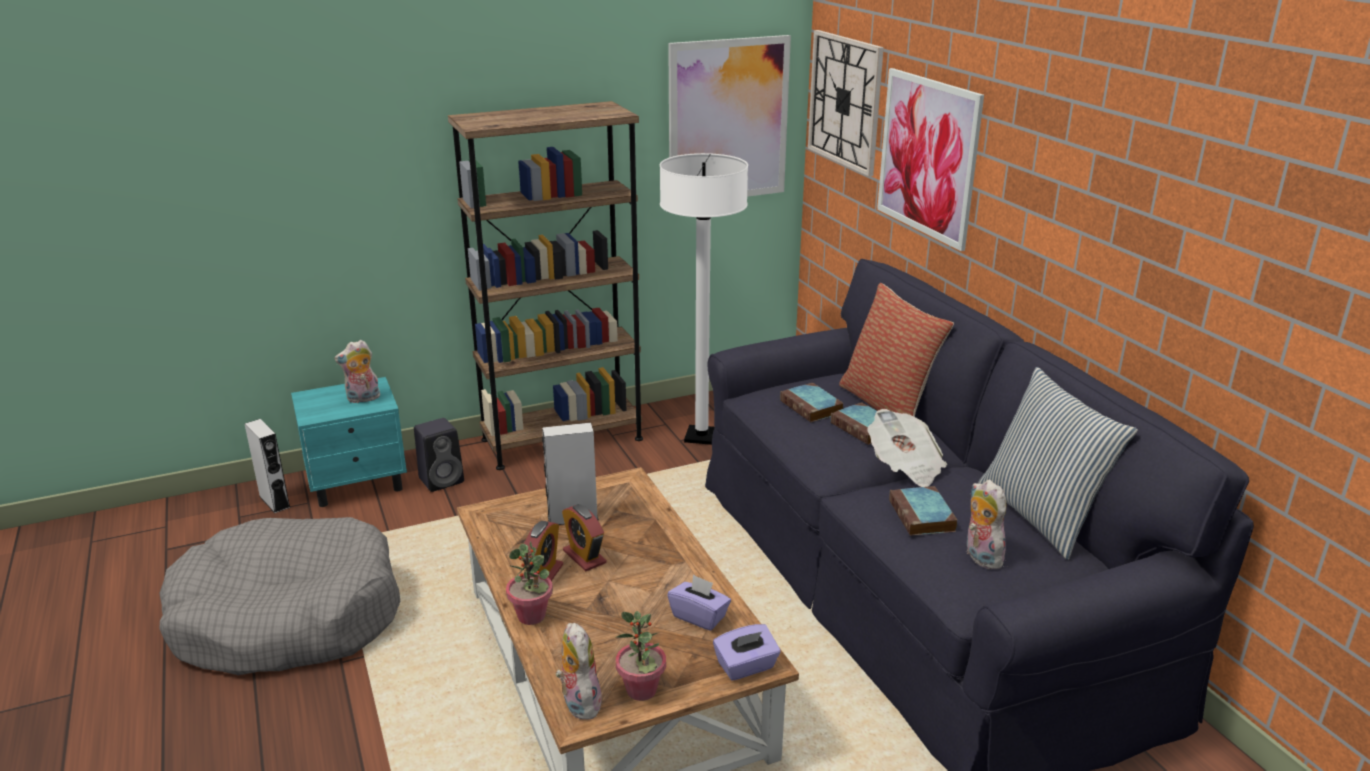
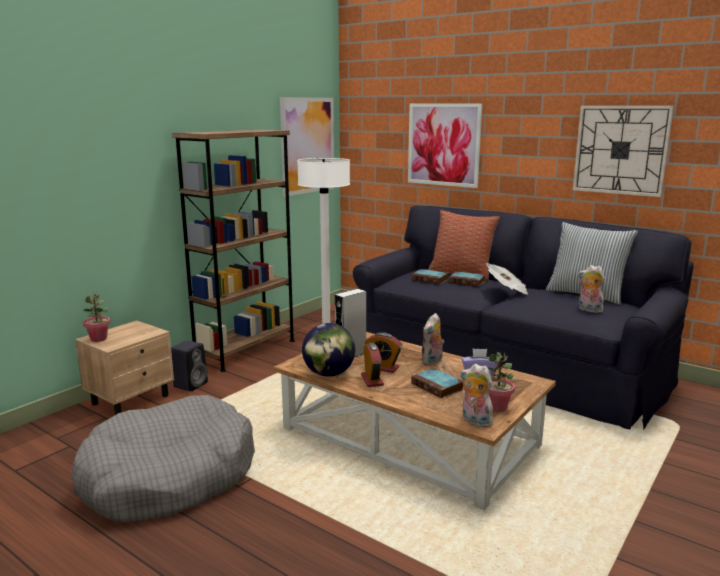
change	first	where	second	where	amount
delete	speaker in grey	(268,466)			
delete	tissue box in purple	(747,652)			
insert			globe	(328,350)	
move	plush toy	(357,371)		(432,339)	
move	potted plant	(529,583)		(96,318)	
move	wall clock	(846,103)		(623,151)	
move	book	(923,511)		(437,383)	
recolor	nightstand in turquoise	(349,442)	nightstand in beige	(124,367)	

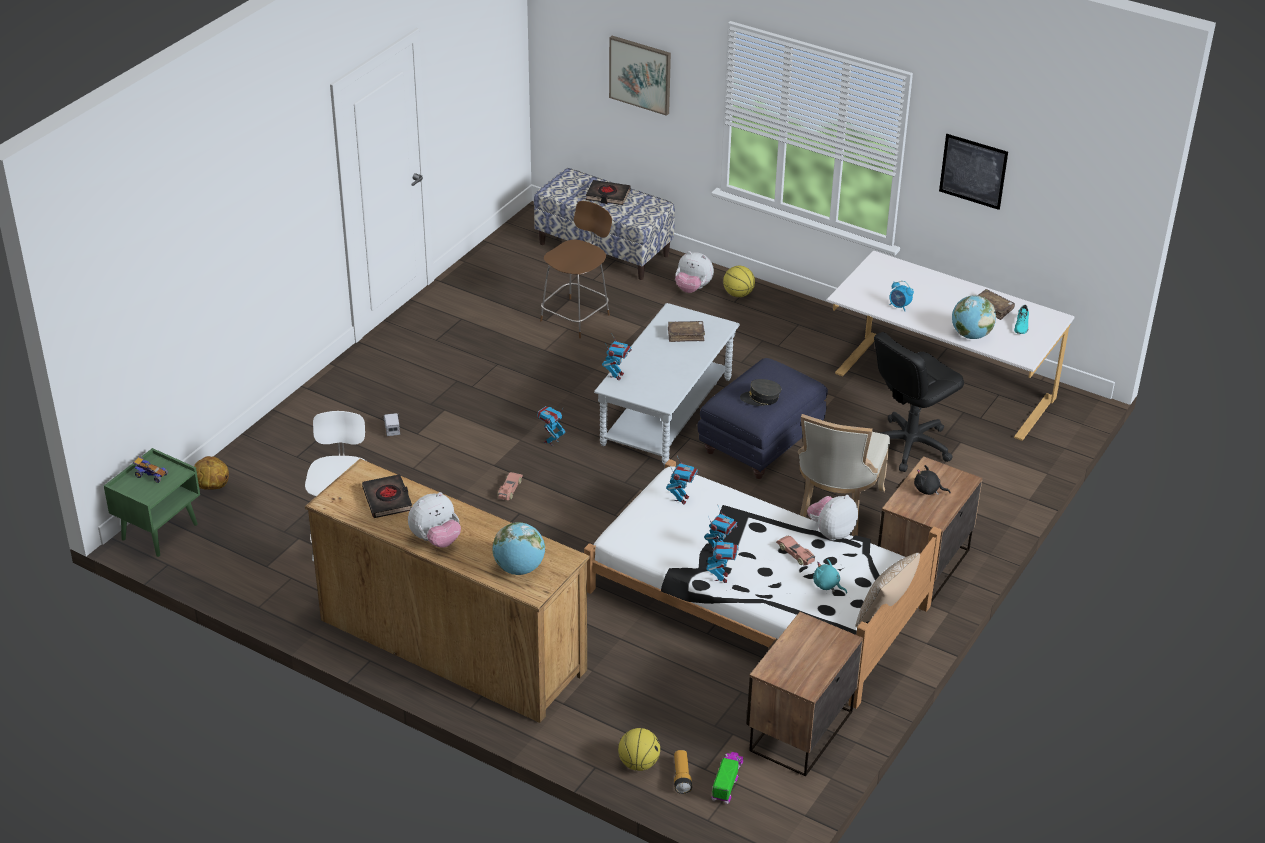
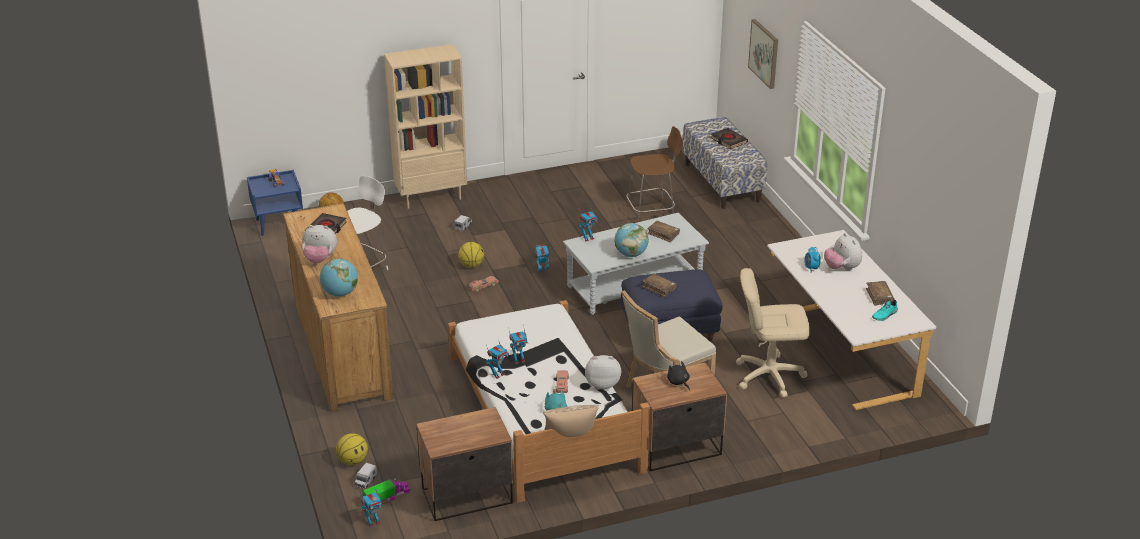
change	first	where	second	where	amount
delete	picture	(973,172)			
insert			bookcase in beige	(425,126)	
move	toy robot	(682,480)		(370,507)	
move	plush toy	(694,272)		(843,252)	
move	basketball	(739,281)		(471,255)	
move	globe	(974,317)		(631,240)	
replace	flashlight	(683,772)	toy truck	(365,476)	
replace	cap in grey	(760,392)	book in brown	(659,285)	
recolor	nightstand in green	(152,502)	nightstand in blue	(275,203)	
recolor	office chair in black	(919,402)	office chair in beige	(773,333)	

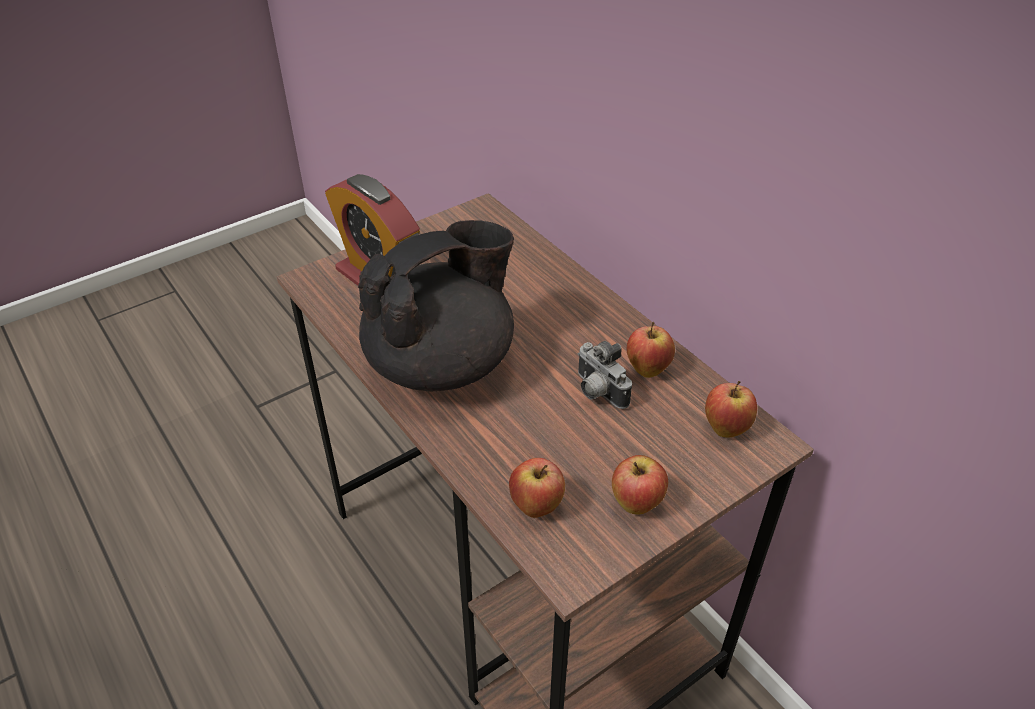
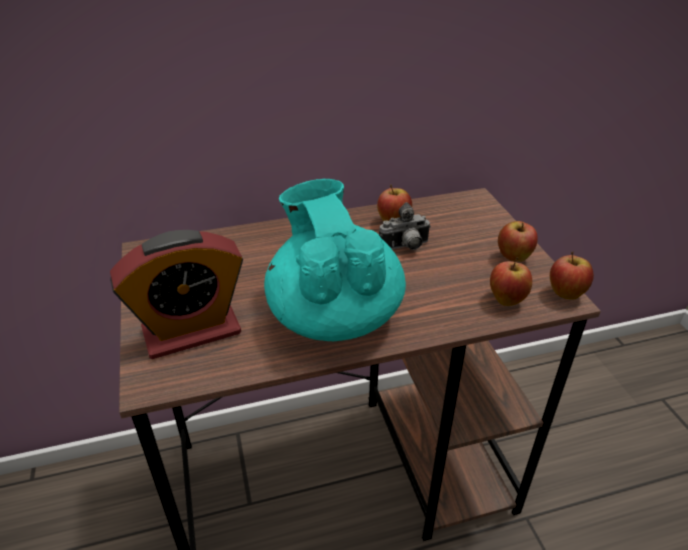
change	first	where	second	where	amount
move	apple	(731,409)		(572,276)	
recolor	teapot in black	(436,305)	teapot in turquoise	(335,260)	

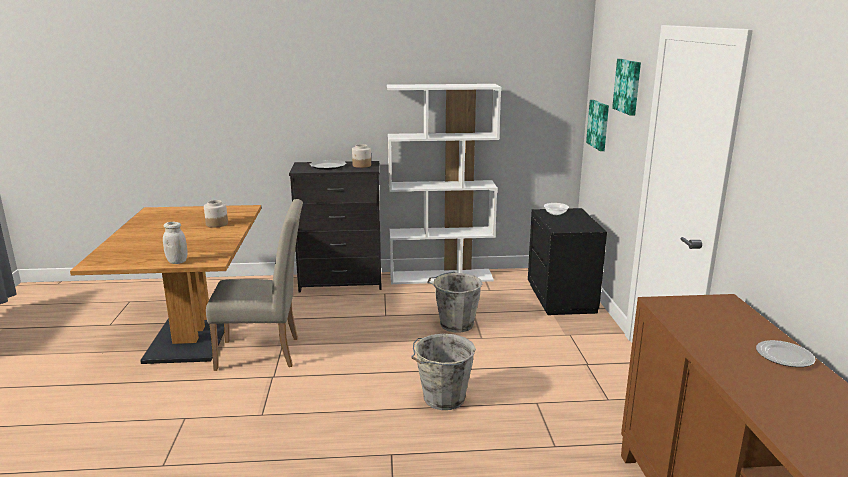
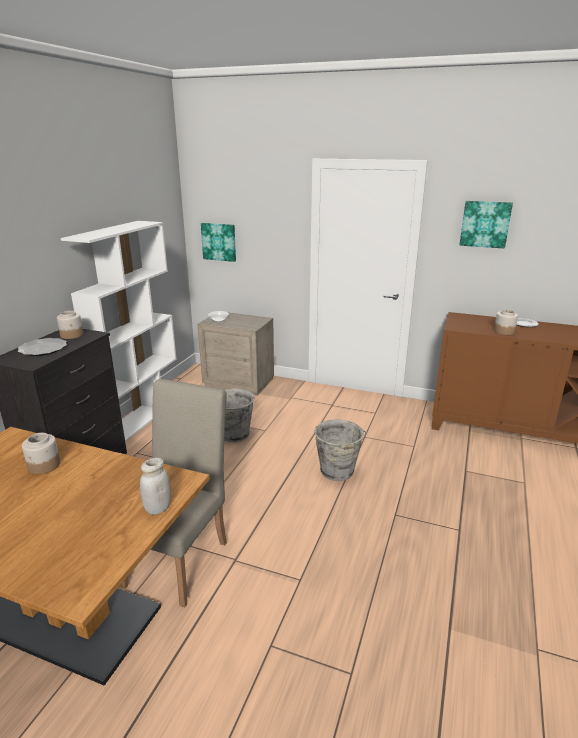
change	first	where	second	where	amount
insert			jar	(506,322)	
move	picture	(626,87)		(486,225)	
recolor	nightstand in black	(567,261)	nightstand in beige	(236,354)	

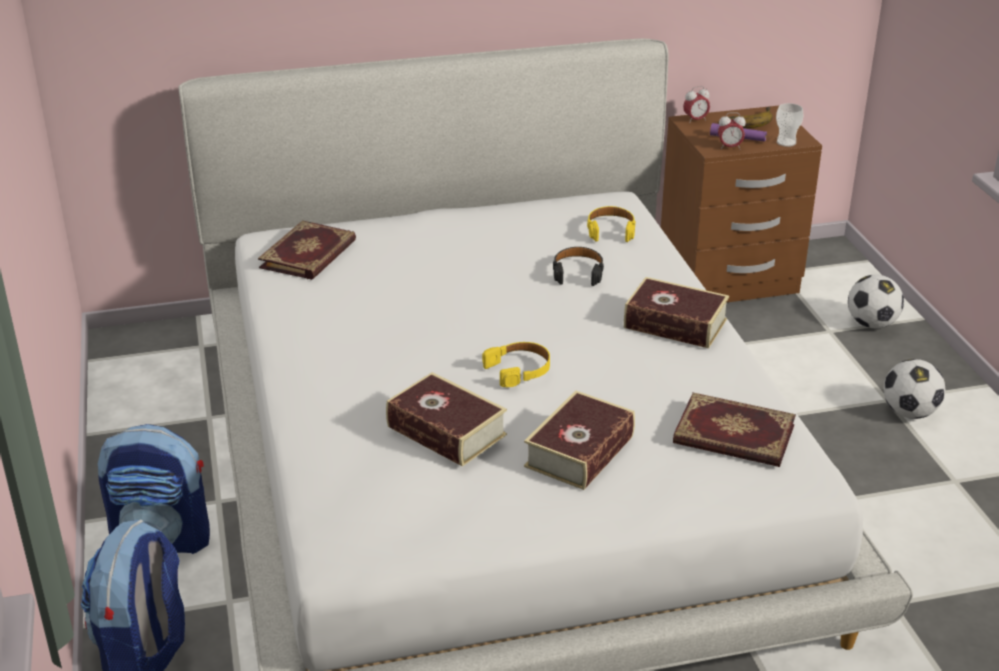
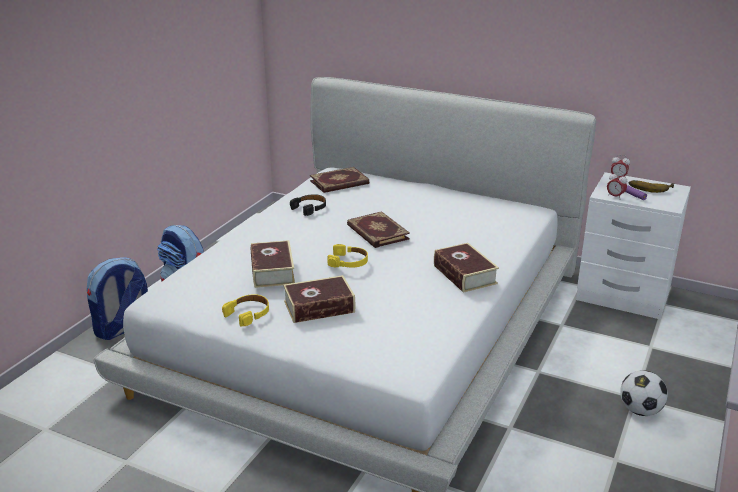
change	first	where	second	where	amount
delete	cup	(790,125)			
delete	football	(876,301)			
move	headphones in black	(578,266)		(308,205)	
move	headphones in yellow	(611,224)		(245,310)	
move	book	(734,430)		(378,229)	
recolor	nightstand in brown	(741,204)	nightstand in white	(633,246)	

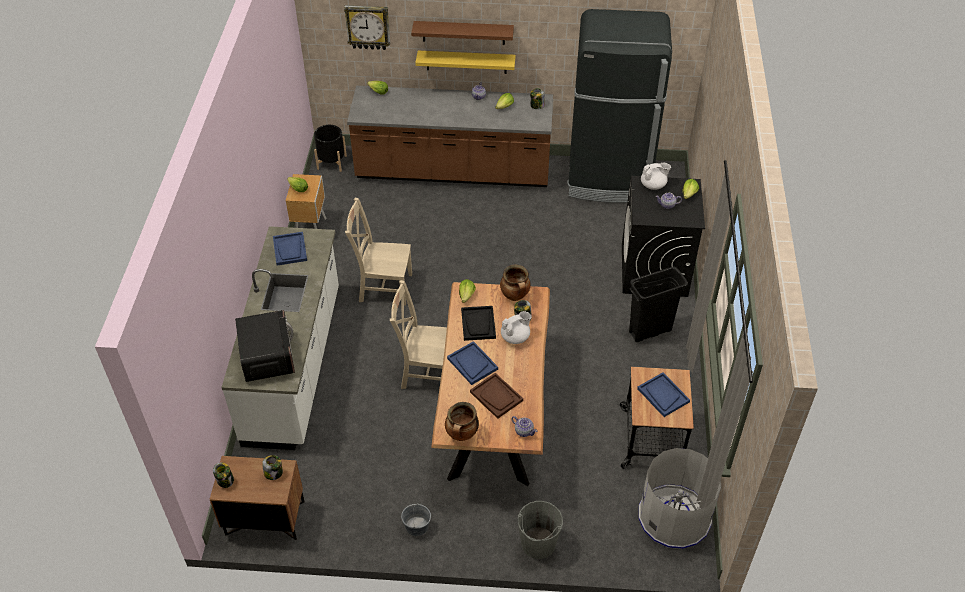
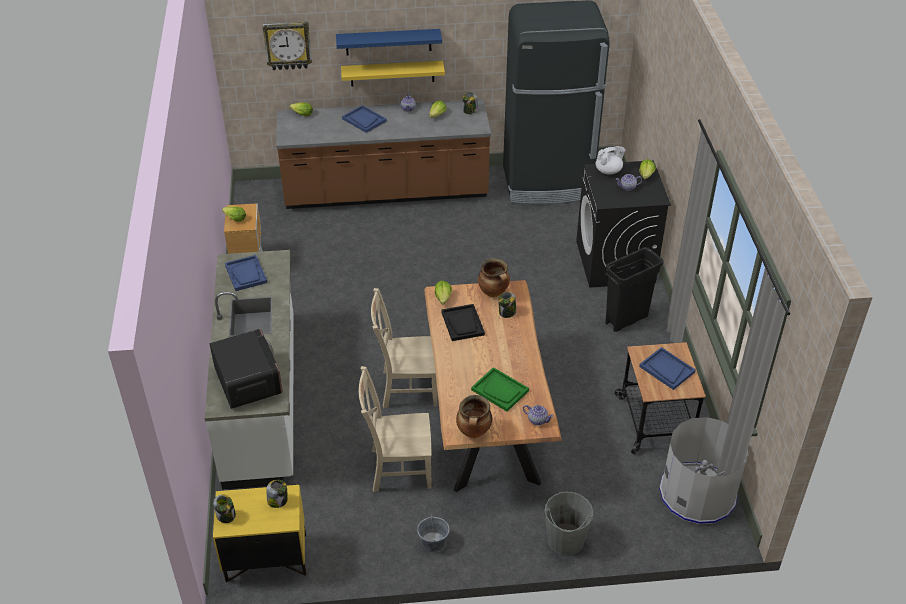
change	first	where	second	where	amount
delete	planter in black	(330,148)			
delete	teapot in white	(516,327)			
move	chair in beige	(378,252)		(395,429)	
move	tray in blue	(472,363)		(364,119)	
recolor	nightstand in brown	(257,498)	nightstand in yellow	(259,533)	
recolor	shelf in brown	(462,33)	shelf in blue	(389,42)	
recolor	tray in brown	(496,396)	tray in green	(500,389)	

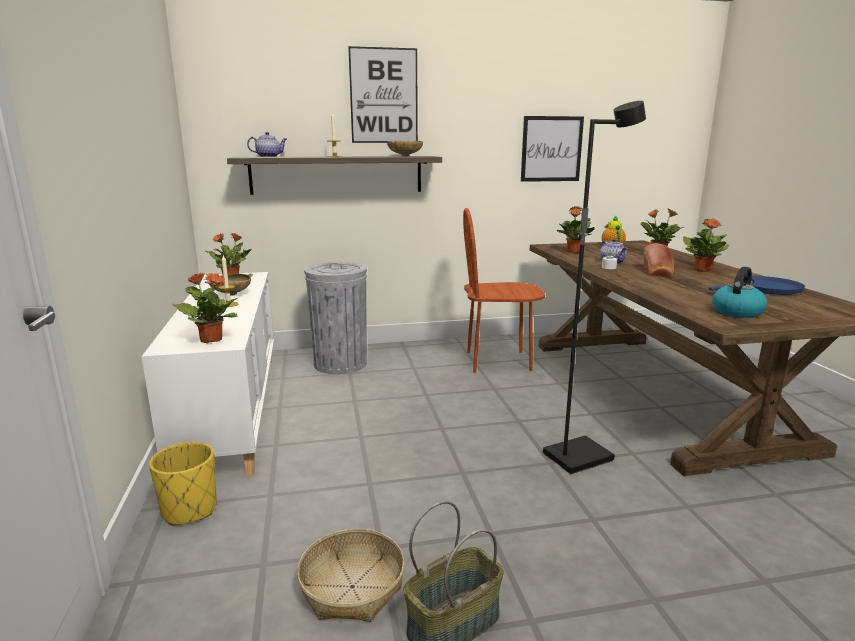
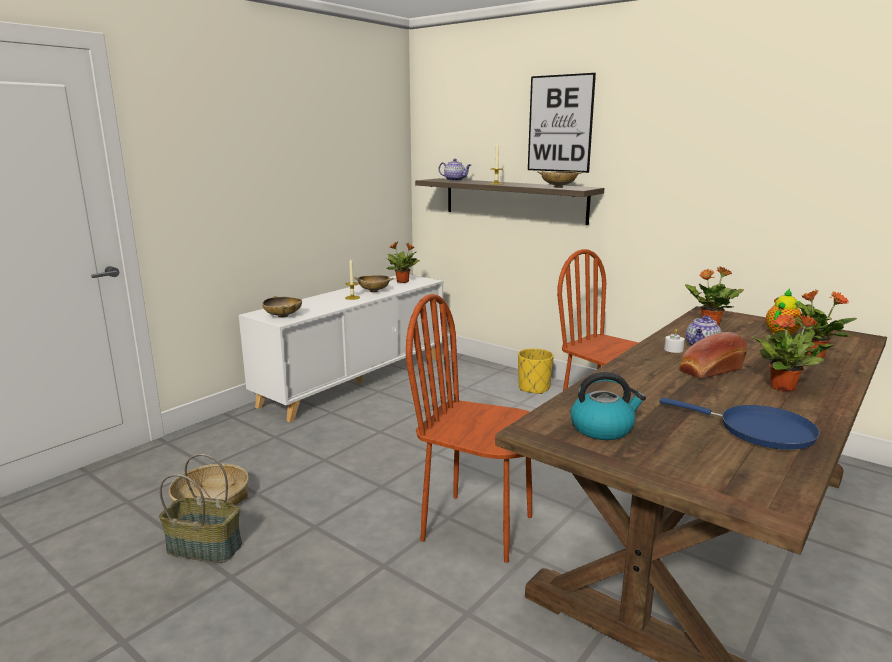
change	first	where	second	where	amount
delete	trash can in grey	(335,318)			
delete	picture	(552,149)			
move	planter in yellow	(183,483)		(536,371)	
replace	potted plant	(206,307)	bowl in beige	(282,307)	
replace	floor lamp in black	(594,287)	chair in brown	(469,428)	

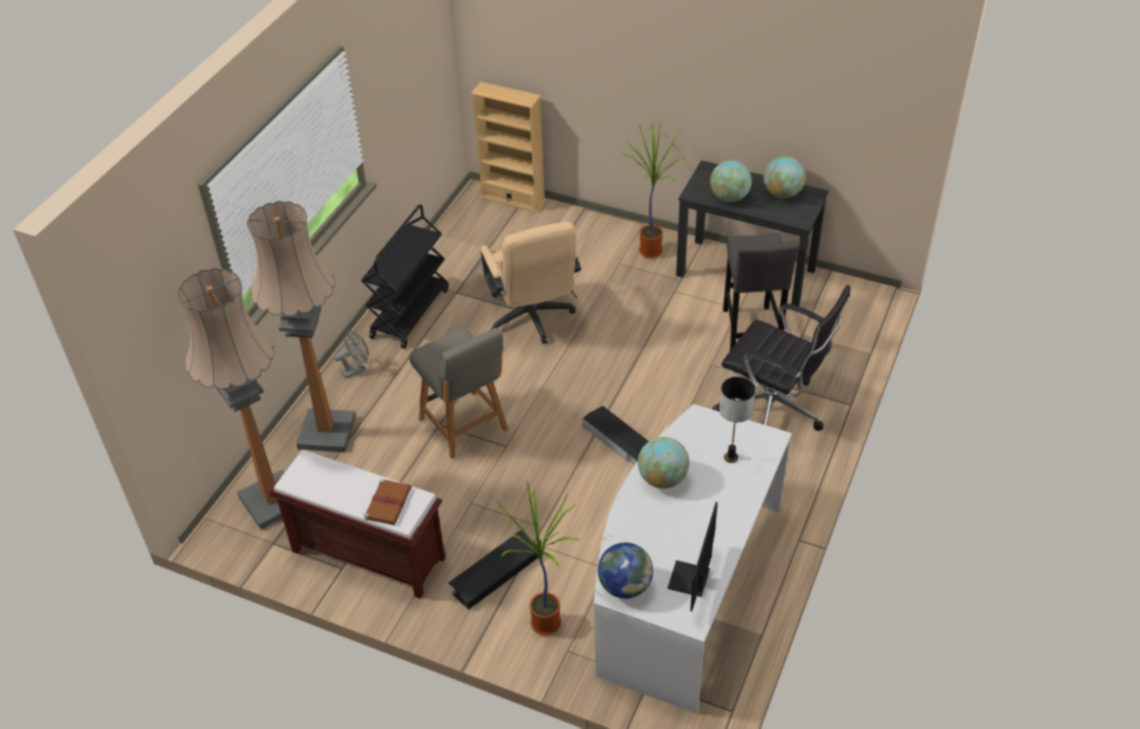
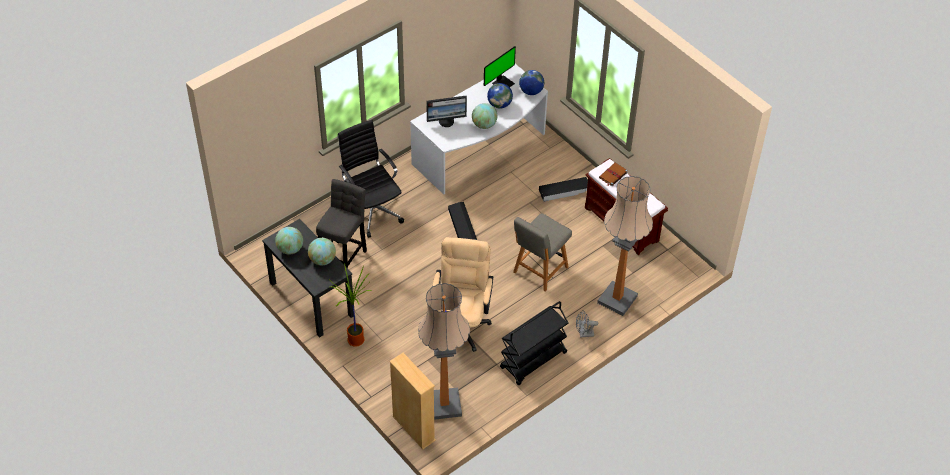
change	first	where	second	where	amount
delete	potted plant	(538,558)			
insert			globe	(500,96)	
move	floor lamp	(231,399)		(444,351)	
replace	table lamp	(737,420)	monitor	(446,111)	
rotate	chair in grey	(458,393)		(542,252)	135 degrees counterclockwise

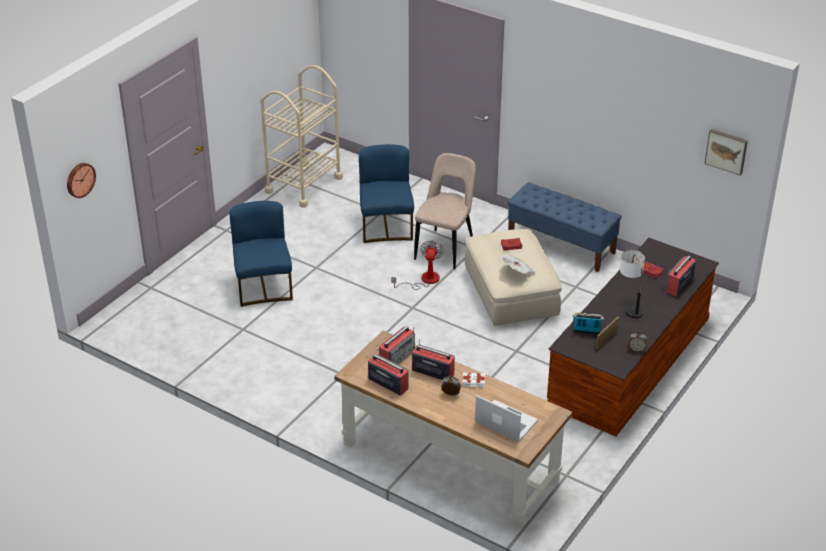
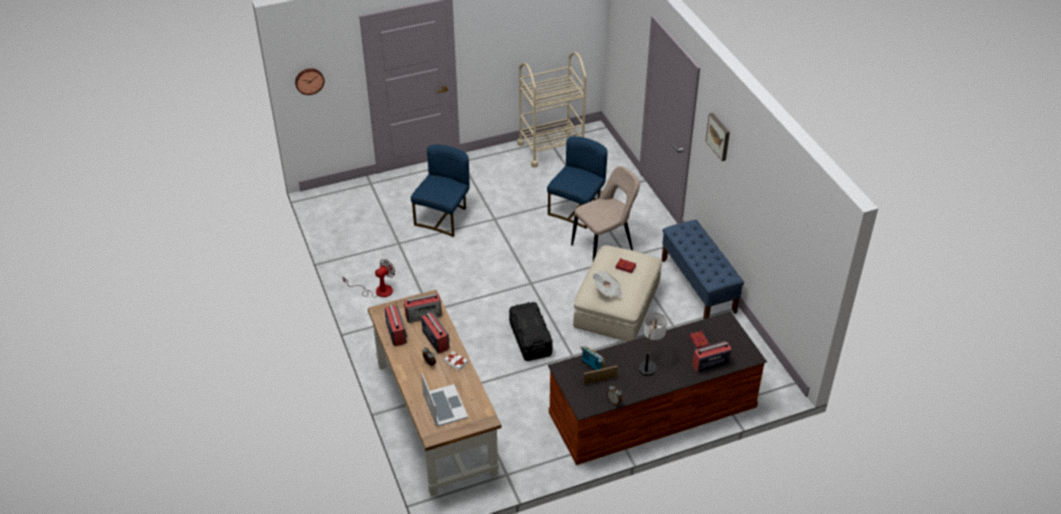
change	first	where	second	where	amount
insert			storage box in black	(531,331)	
move	fan	(417,265)		(368,278)	
move	picture	(726,152)		(718,137)	

